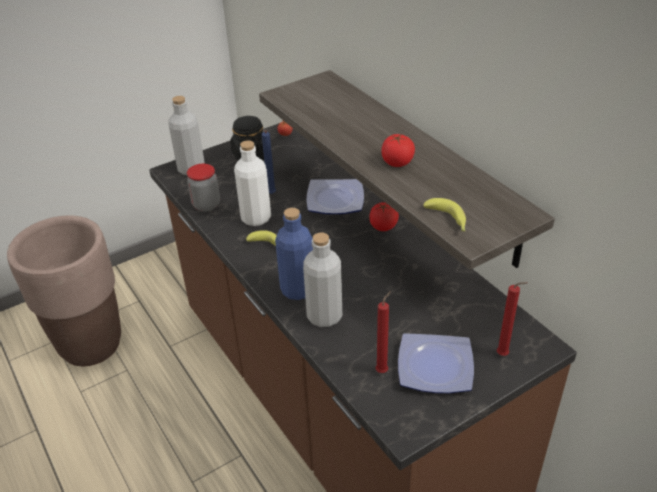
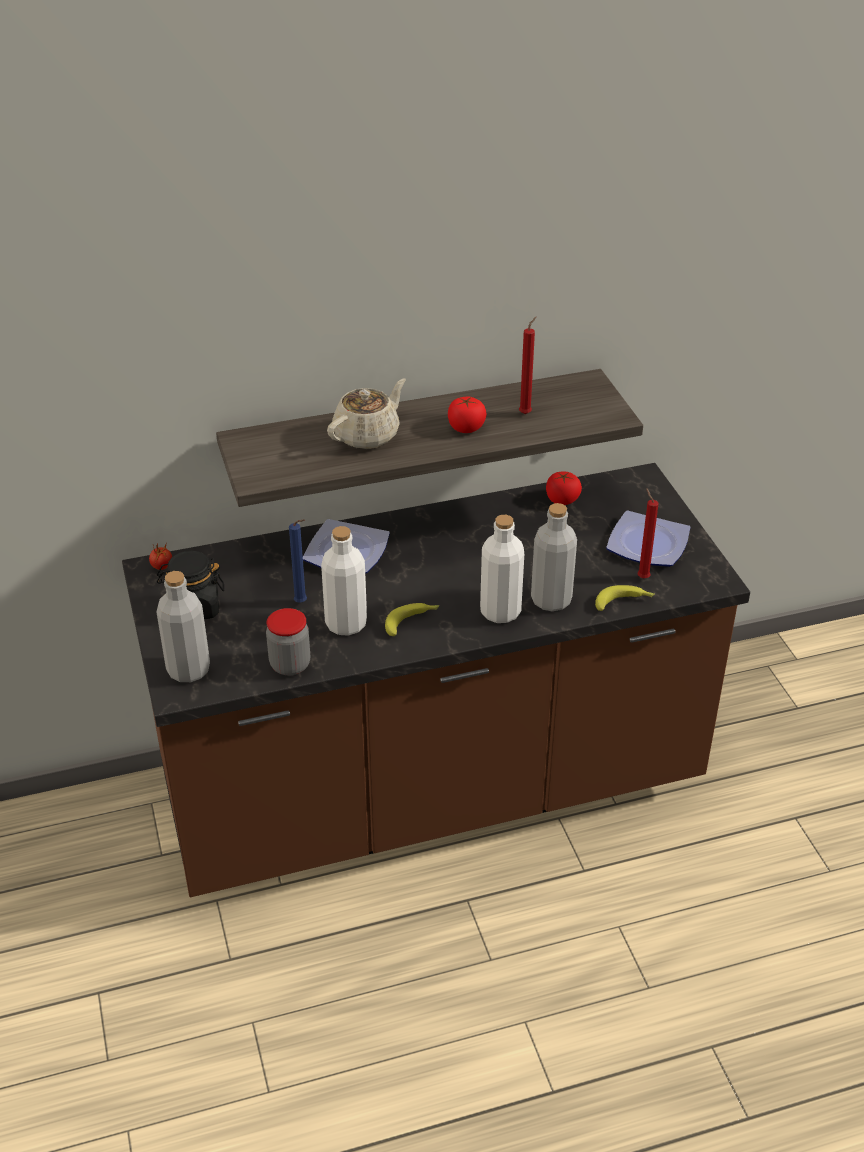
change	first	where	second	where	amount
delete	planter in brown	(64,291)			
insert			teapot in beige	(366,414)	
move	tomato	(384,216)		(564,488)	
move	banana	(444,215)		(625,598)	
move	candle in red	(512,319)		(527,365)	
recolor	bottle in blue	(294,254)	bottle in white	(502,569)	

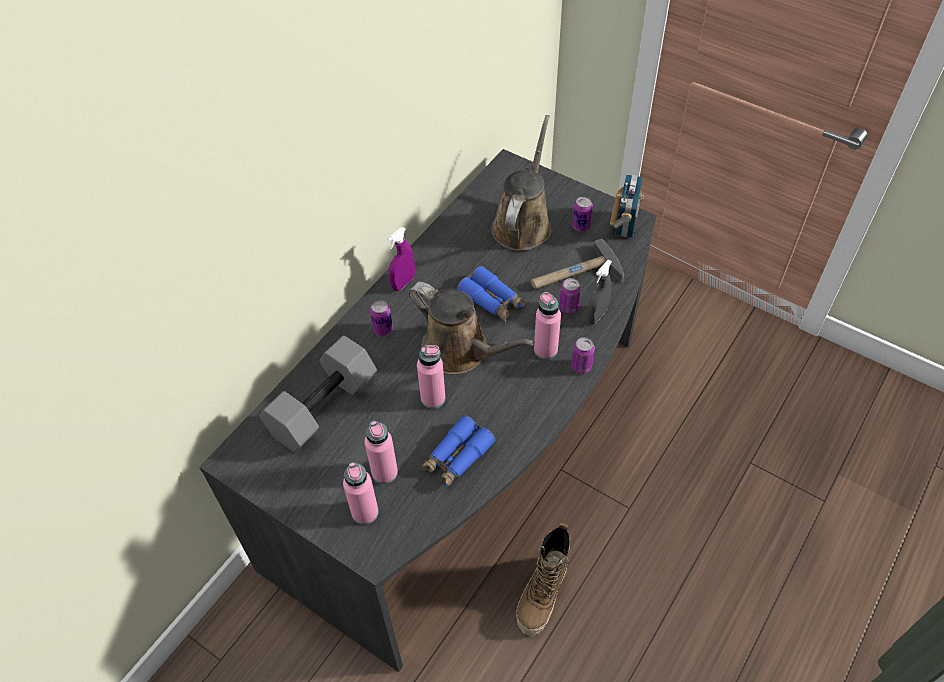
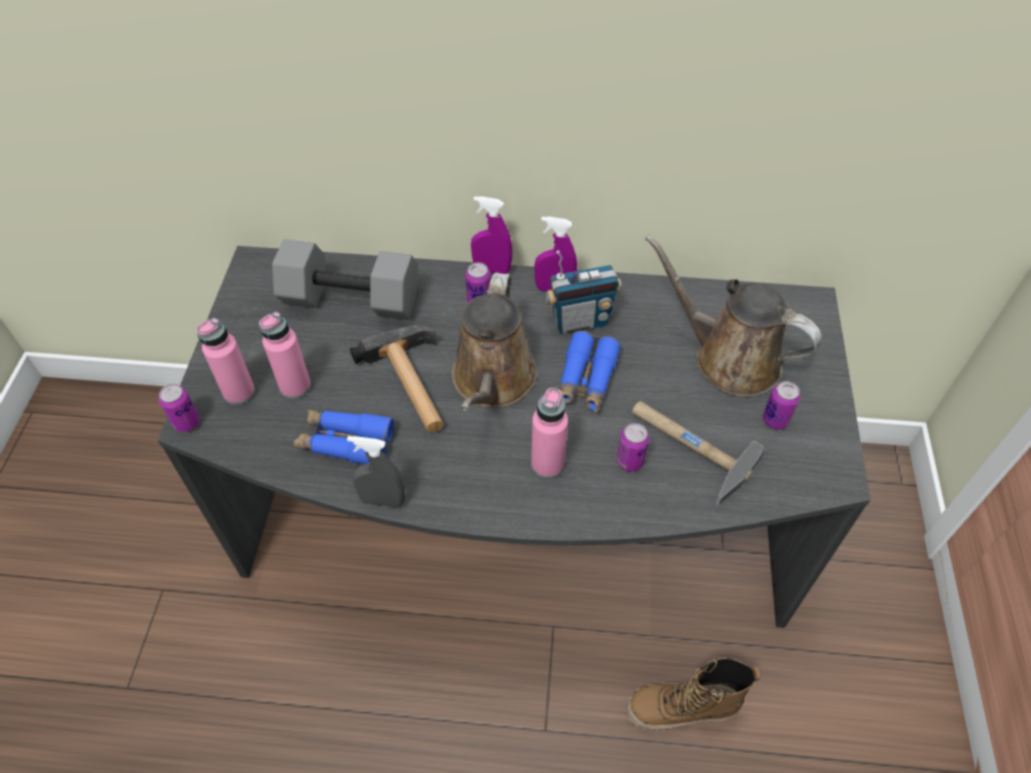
change	first	where	second	where	amount
insert			spray bottle in purple	(491,235)	
move	boot	(543,579)		(693,694)	
move	can	(583,355)		(179,408)	
move	spray bottle in grey	(599,292)		(376,472)	
move	radio	(627,206)		(583,292)	
replace	bottle in pink	(431,377)	hammer	(397,379)	
rotate	watering can in brown	(521,183)		(733,315)	135 degrees counterclockwise

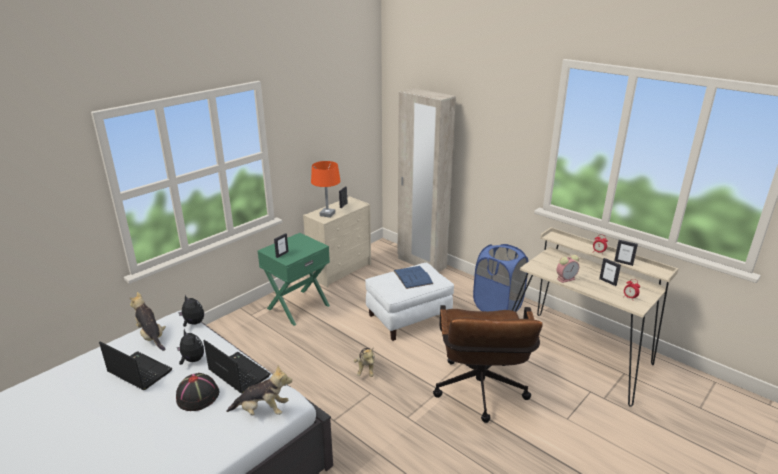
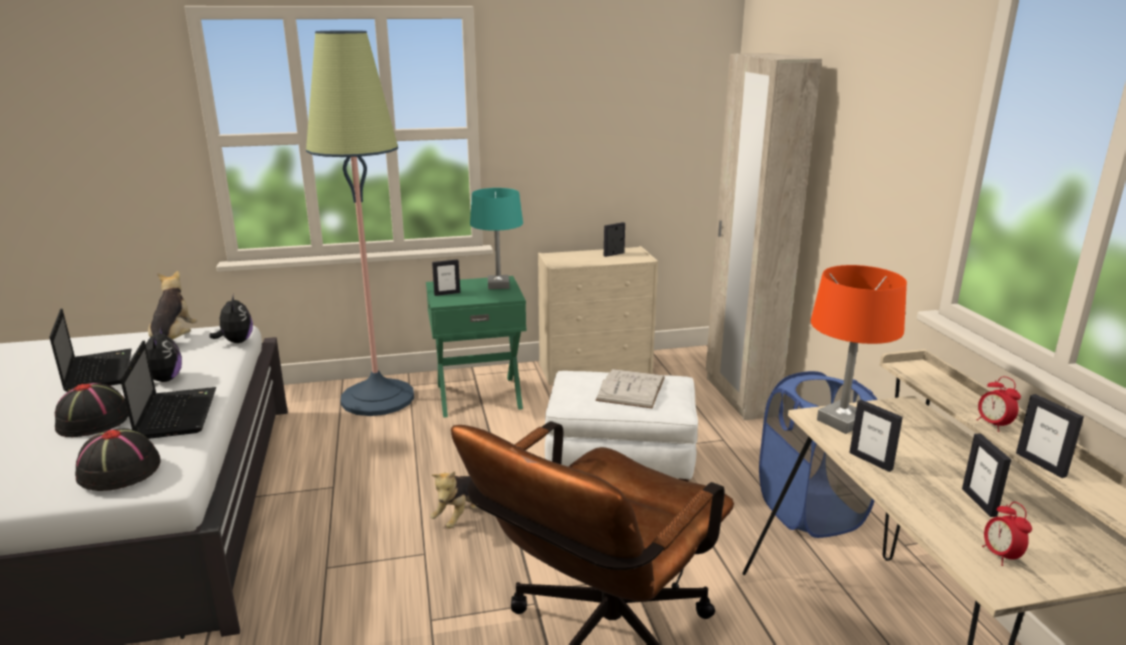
change	first	where	second	where	amount
insert			floor lamp	(360,223)	
insert			table lamp in turquoise	(496,238)	
move	table lamp in orange	(325,189)		(859,349)	
replace	plush toy	(259,390)	hat in black	(118,459)	
replace	alarm clock	(568,269)	picture frame	(876,436)	
recolor	book in blue	(413,277)	book in white	(630,389)	

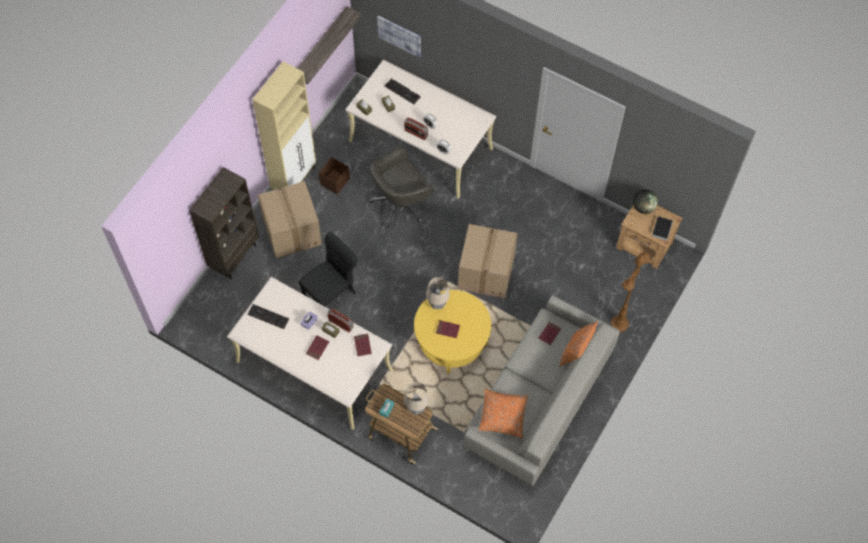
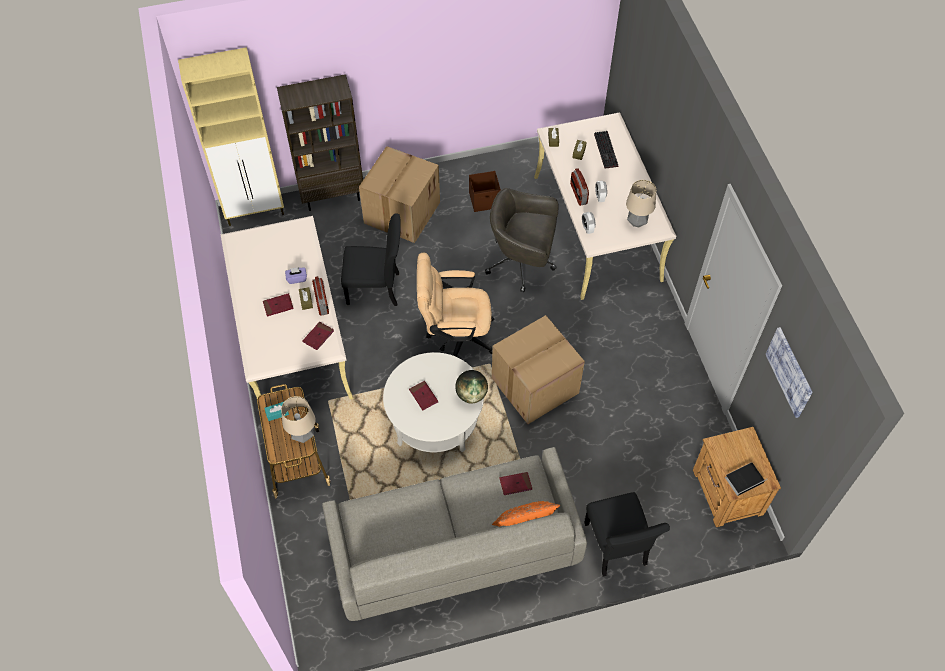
change	first	where	second	where	amount
delete	keyboard	(268,316)			
delete	shelf	(329,45)			
delete	pillow in orange	(503,413)			
insert			office chair in beige	(455,304)	
move	cabinet in beige	(284,126)		(231,136)	
move	picture	(399,36)		(789,372)	
move	table lamp	(438,293)		(641,203)	
move	globe	(645,201)		(471,387)	
replace	floor lamp in brown	(630,292)	chair in black	(627,534)	
recolor	coffee table in yellow	(452,331)	coffee table in white	(433,402)	

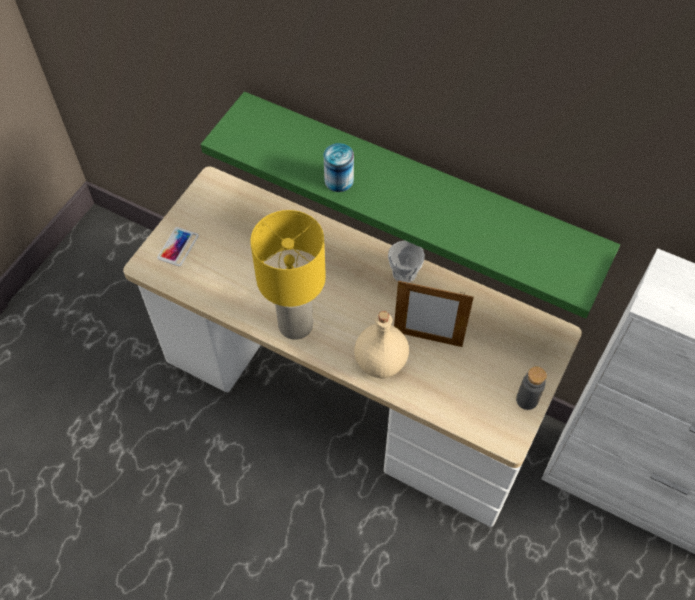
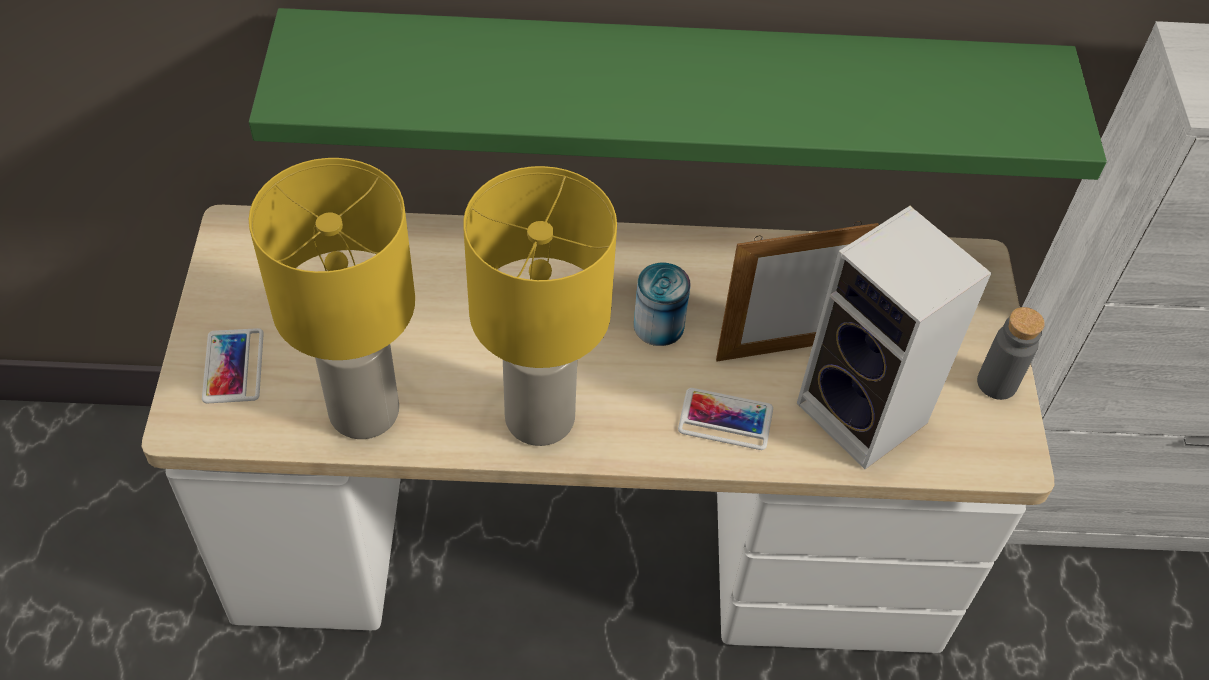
change	first	where	second	where	amount
delete	cup	(406,261)			
insert			table lamp in yellow	(332,298)	
insert			speaker	(894,337)	
move	can	(339,167)		(662,304)	
replace	bottle in beige	(381,344)	phone	(725,419)	

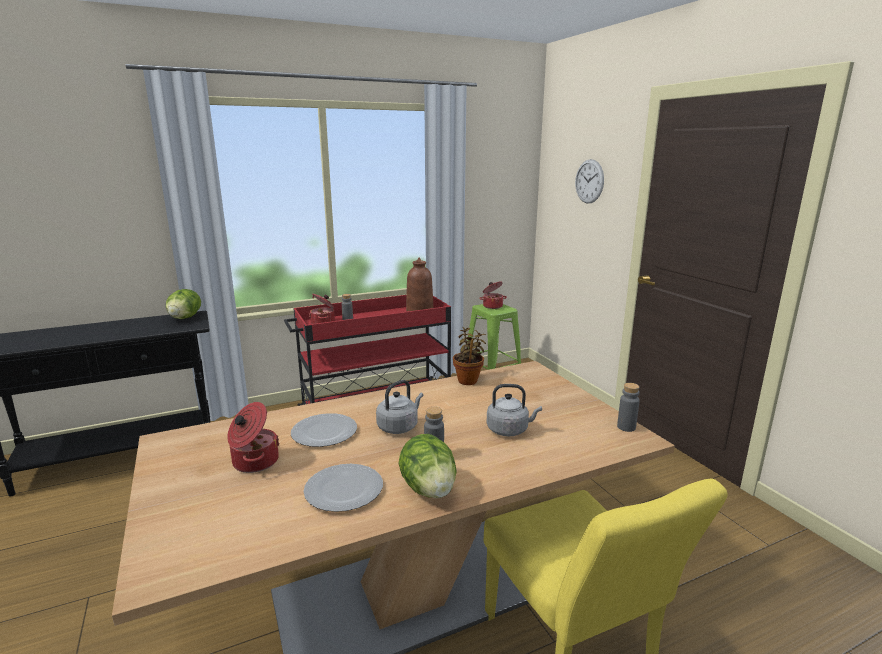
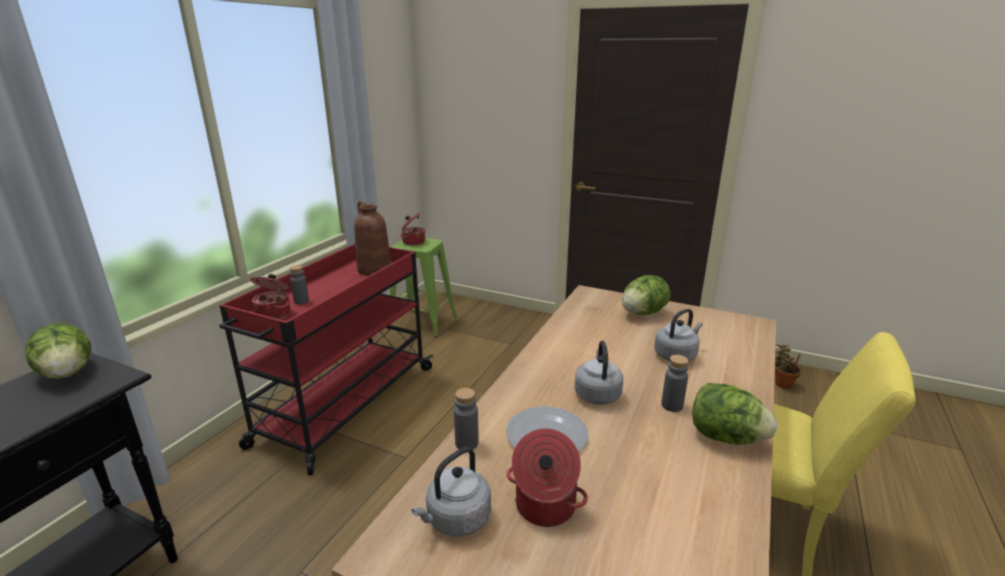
change	first	where	second	where	amount
delete	plate	(343,488)			
delete	wall clock	(589,181)			
insert			kettle in grey	(451,491)	
insert			lettuce	(646,295)	
move	potted plant	(469,356)		(788,366)	
move	bottle in grey	(628,407)		(466,419)	

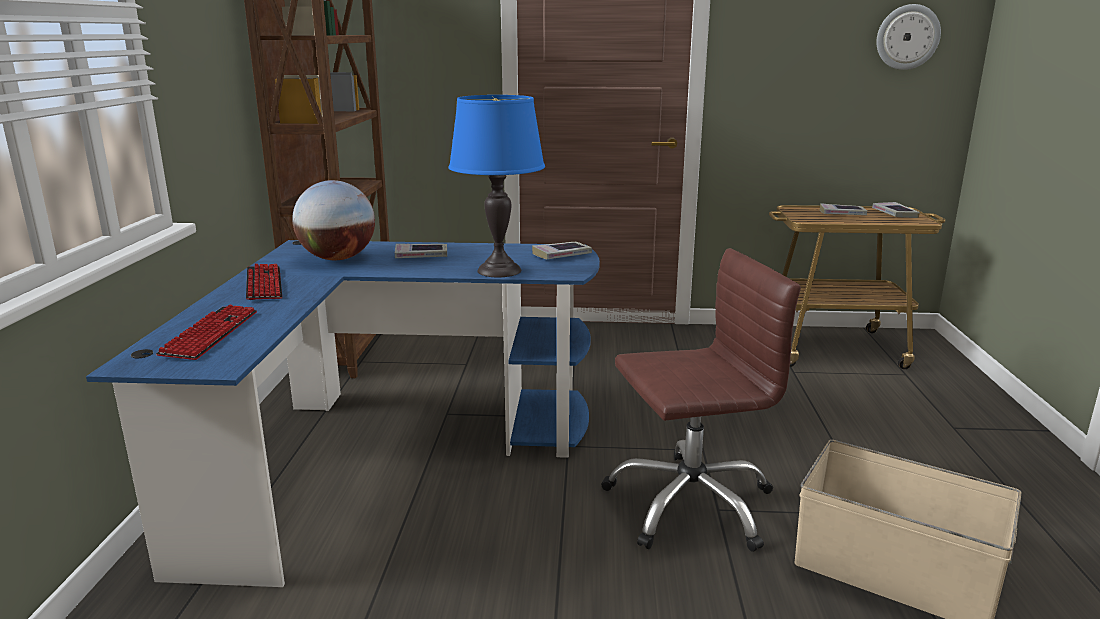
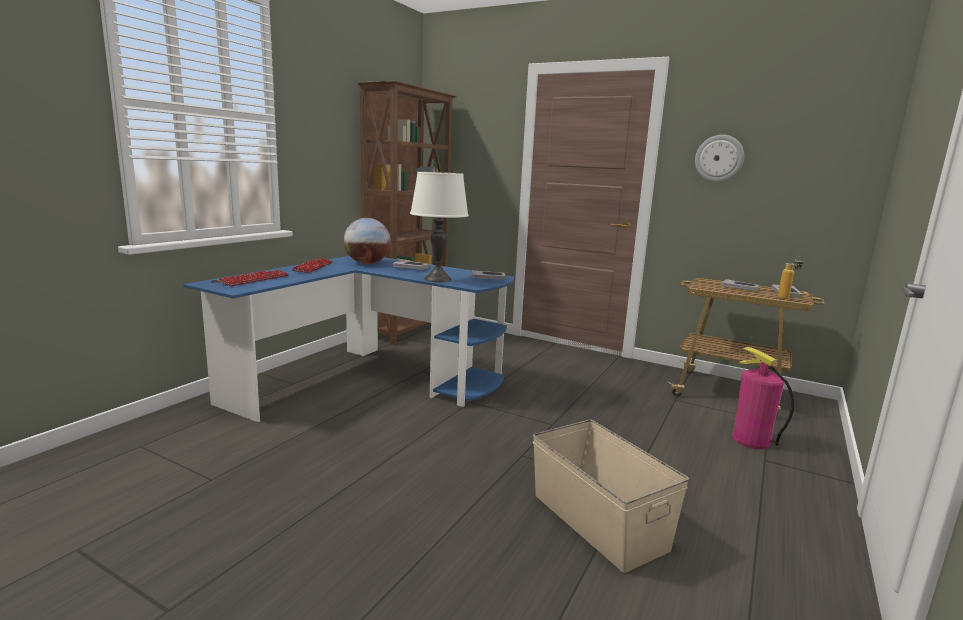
change	first	where	second	where	amount
delete	office chair in brown	(701,400)			
insert			fire extinguisher	(763,398)	
insert			bottle	(791,277)	
move	wall clock	(909,37)		(719,158)	
recolor	table lamp in blue	(497,186)	table lamp in white	(439,227)	

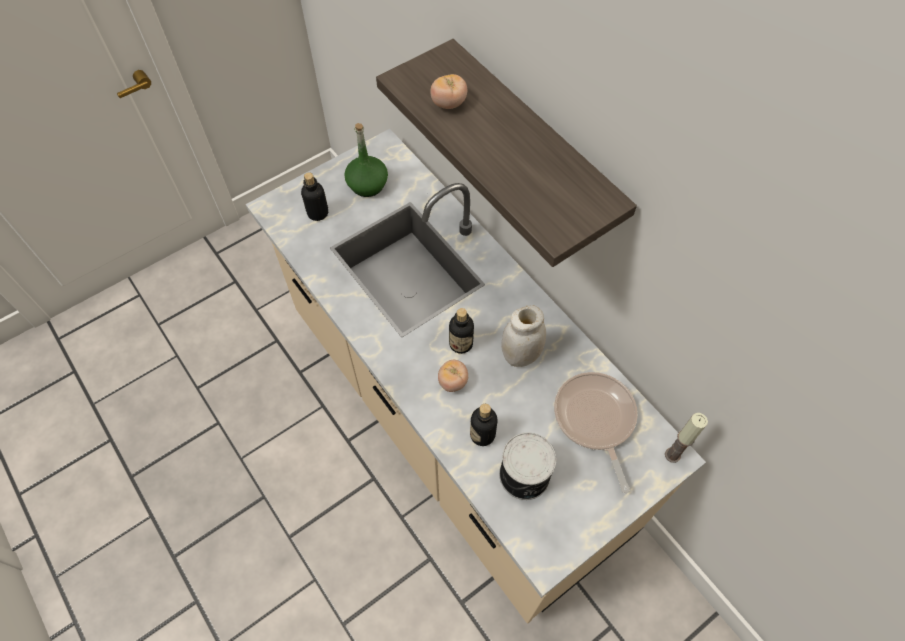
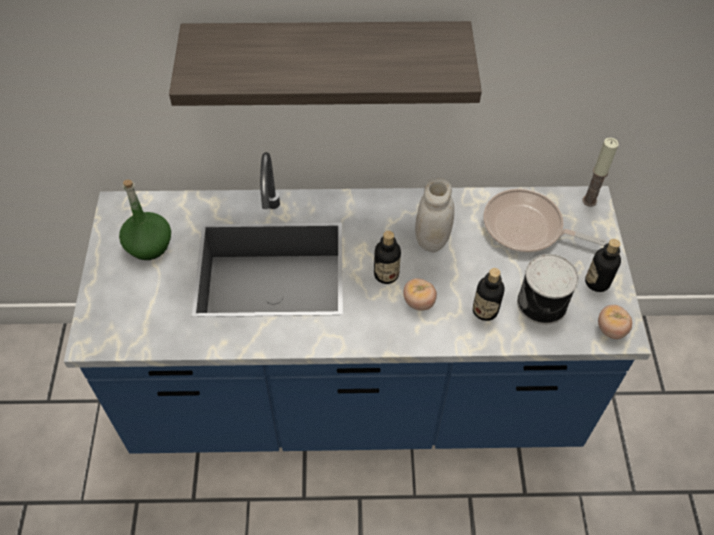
change	first	where	second	where	amount
move	bottle	(314,197)		(603,265)	
move	tomato	(448,91)		(615,322)	
recolor	counter in beige	(476,376)	counter in blue	(357,303)	

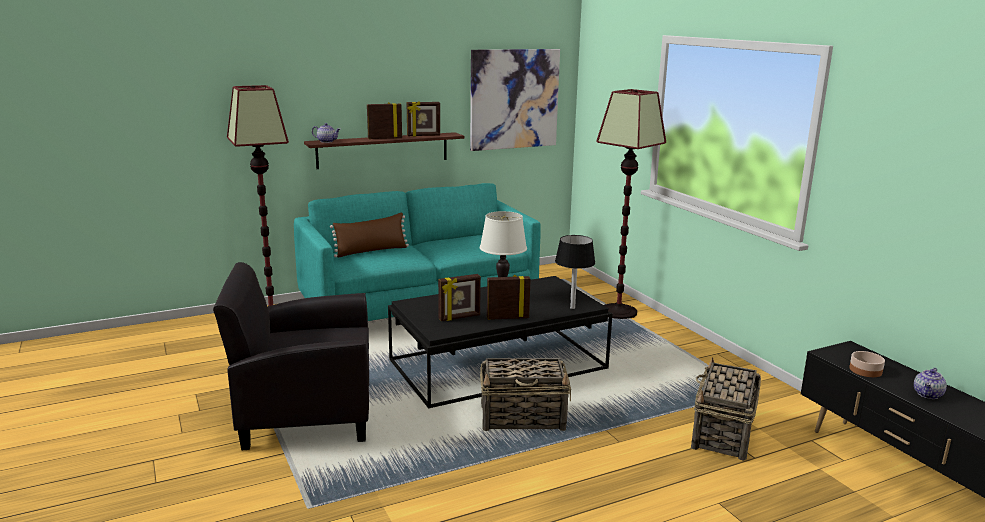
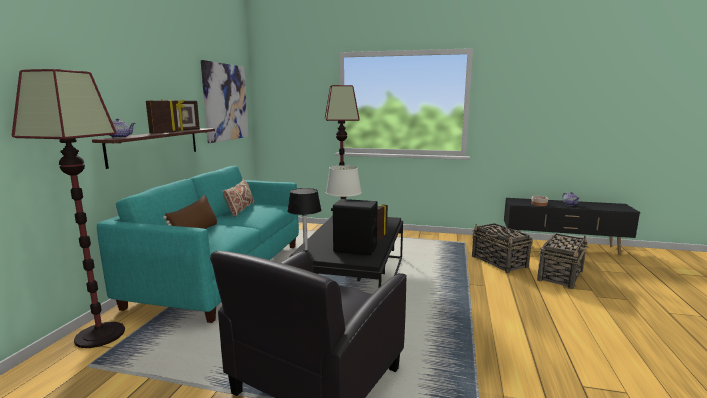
change	first	where	second	where	amount
insert			pillow in beige	(238,198)	
move	basket	(525,394)		(562,261)	
move	table lamp in black	(575,272)		(304,219)	
replace	picture frame	(459,297)	speaker in black	(354,227)	

